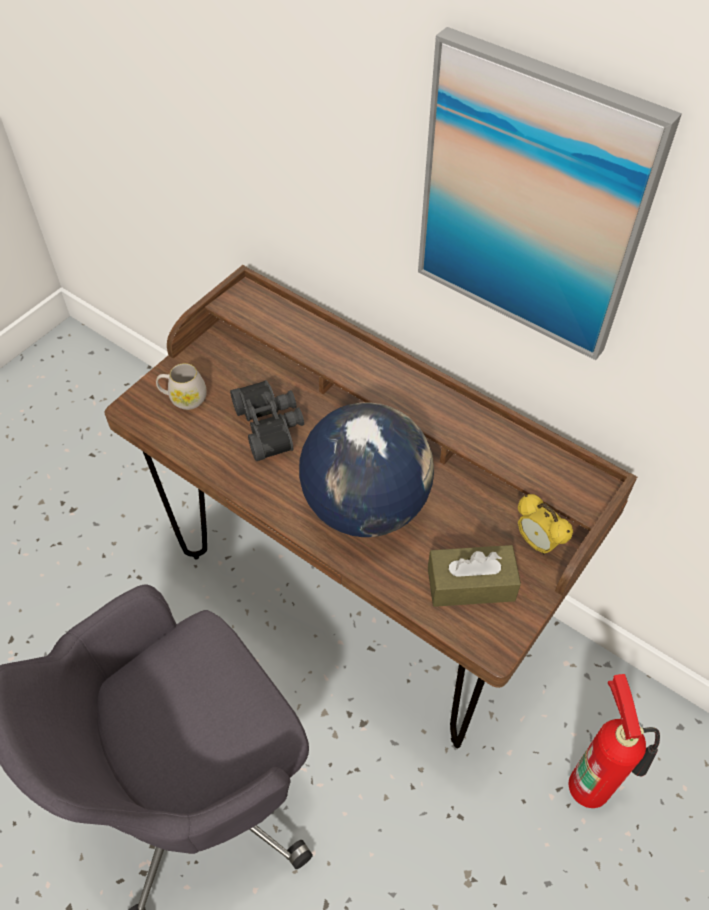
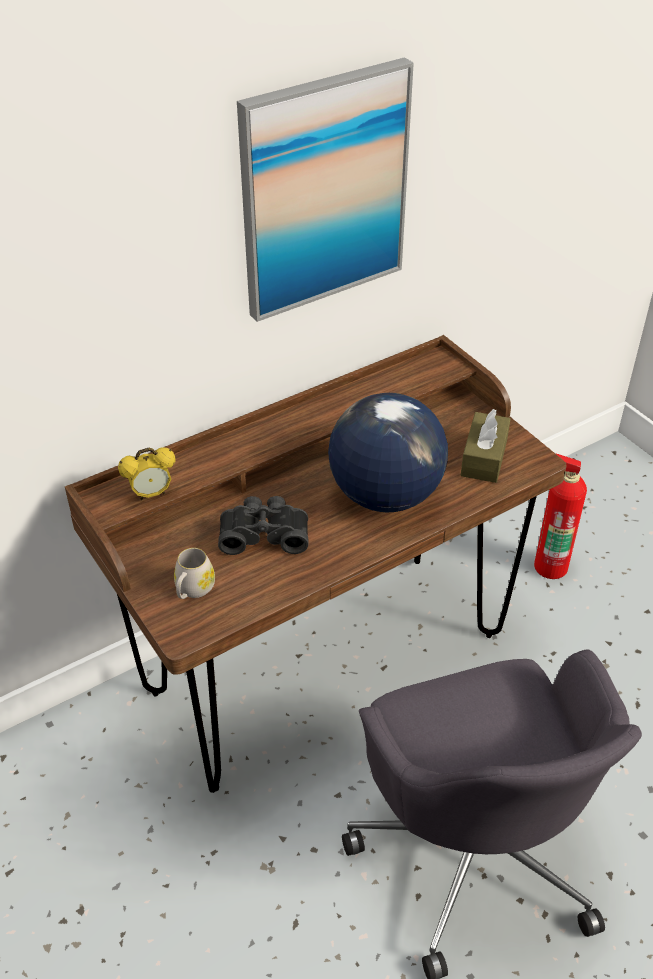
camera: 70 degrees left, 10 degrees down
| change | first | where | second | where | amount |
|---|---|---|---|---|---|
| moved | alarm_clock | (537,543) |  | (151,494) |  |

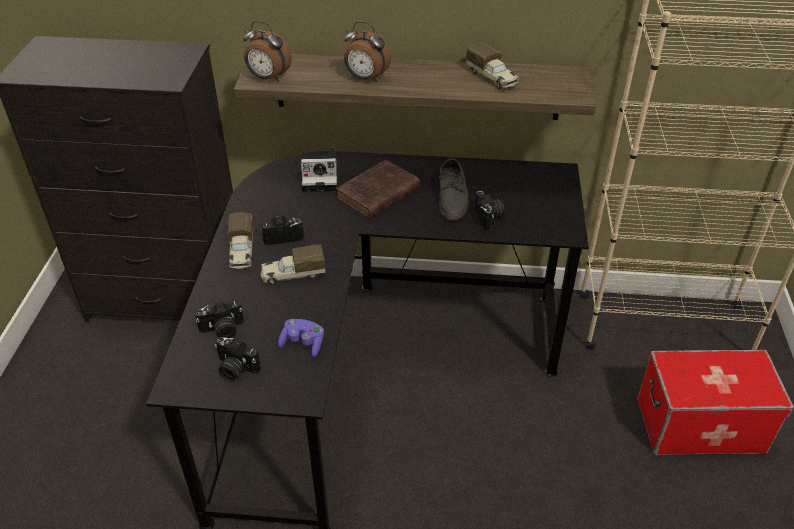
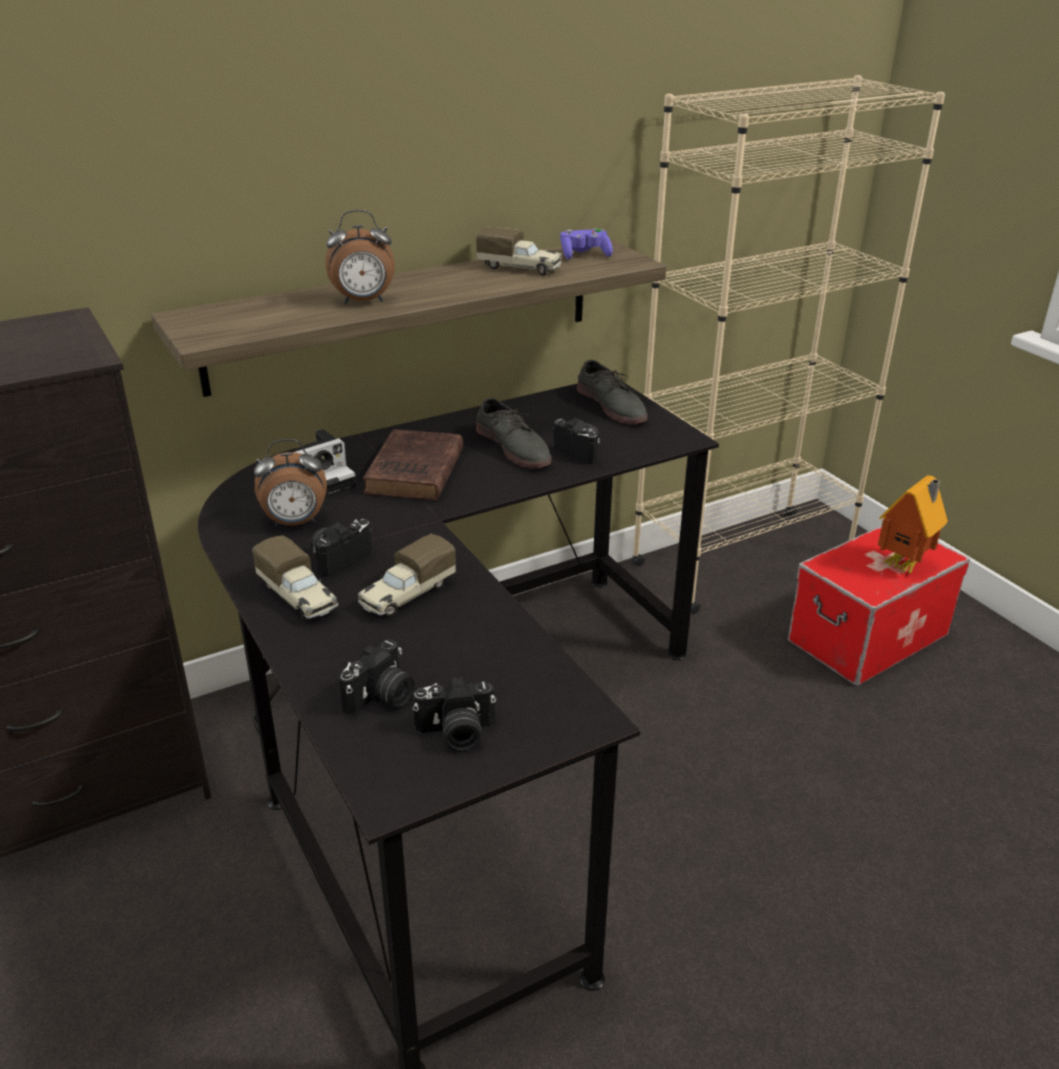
camera: 35 degrees left, 10 degrees down
| change | first | where | second | where | amount |
|---|---|---|---|---|---|
| moved | alarm_clock | (268,78) |  | (295,523) |  |
| moved | purple_game_controller | (303,343) |  | (584,255) |  |
| added |  |  | grey_shoe | (612,405) |  |
| added |  |  | toy_house | (905,565) |  |

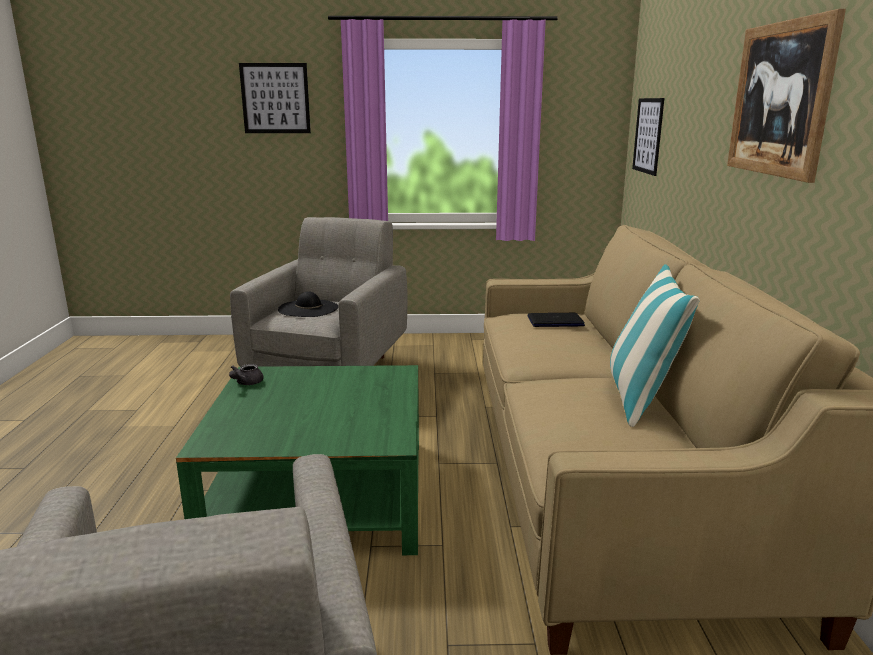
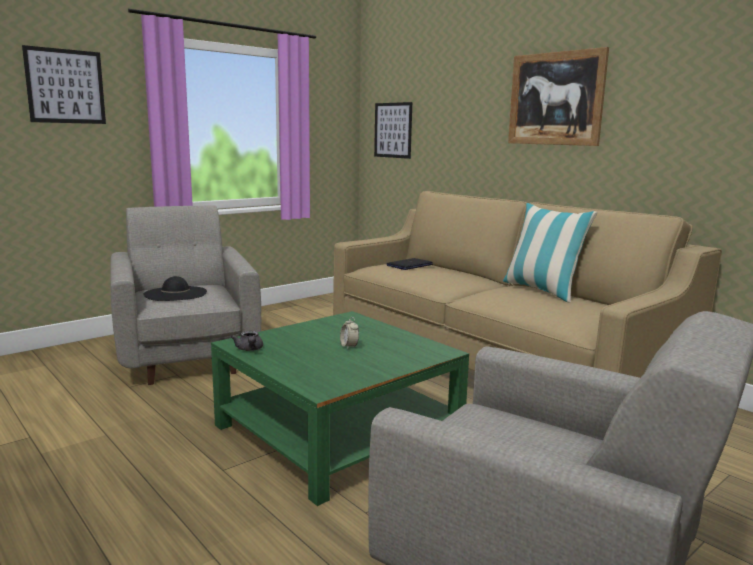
camera: 40 degrees left, 5 degrees down
| change | first | where | second | where | amount |
|---|---|---|---|---|---|
| added |  |  | alarm_clock | (349,346) |  |

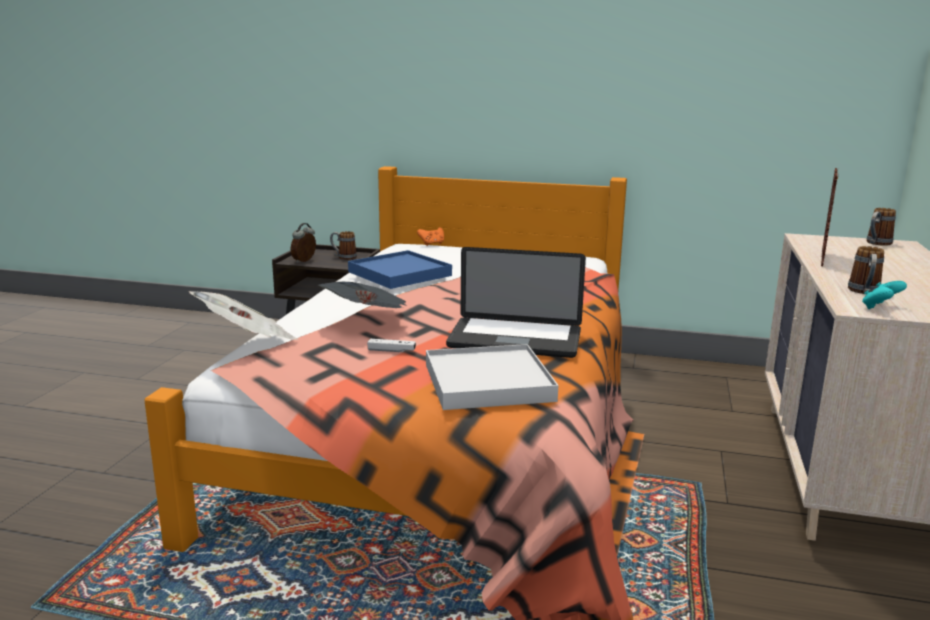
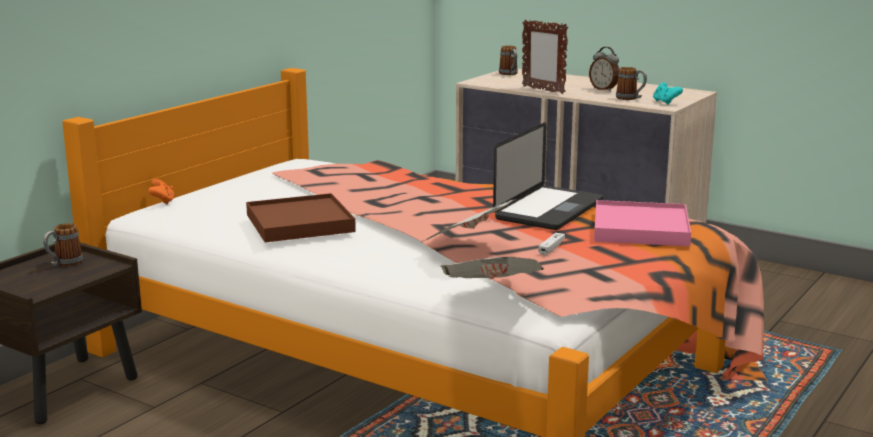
camera: 70 degrees left, 0 degrees up
| change | first | where | second | where | amount |
|---|---|---|---|---|---|
| recoloured | blue_tray | (399,274) | brown_tray | (299,223) |  |
| moved | alarm_clock | (305,261) |  | (604,89) |  |
| recoloured | white_tray | (488,382) | pink_tray | (641,229) |  |

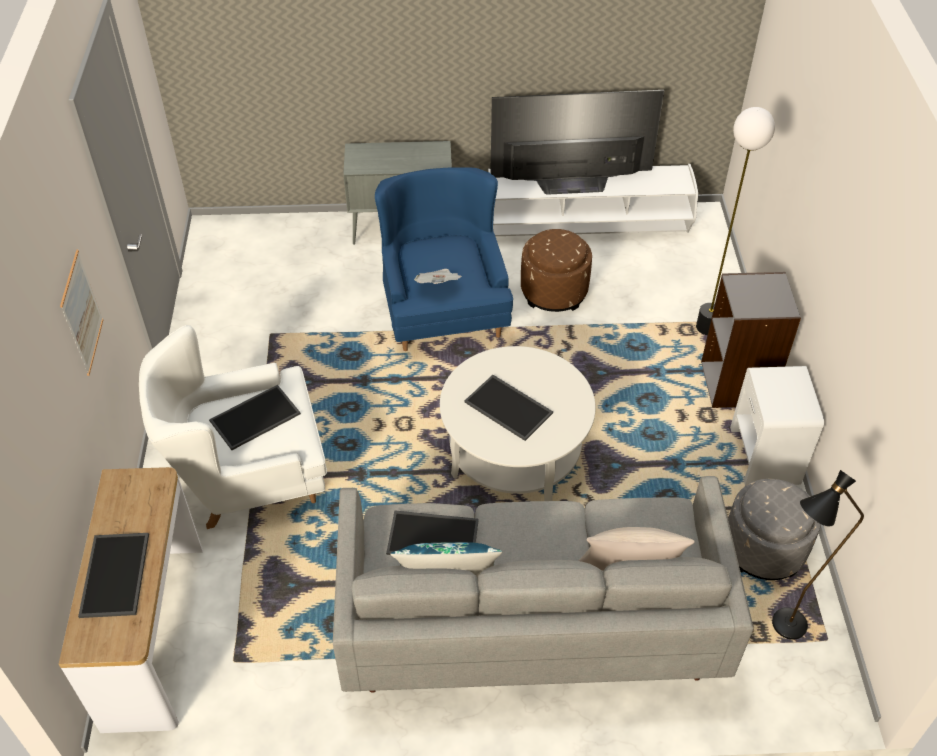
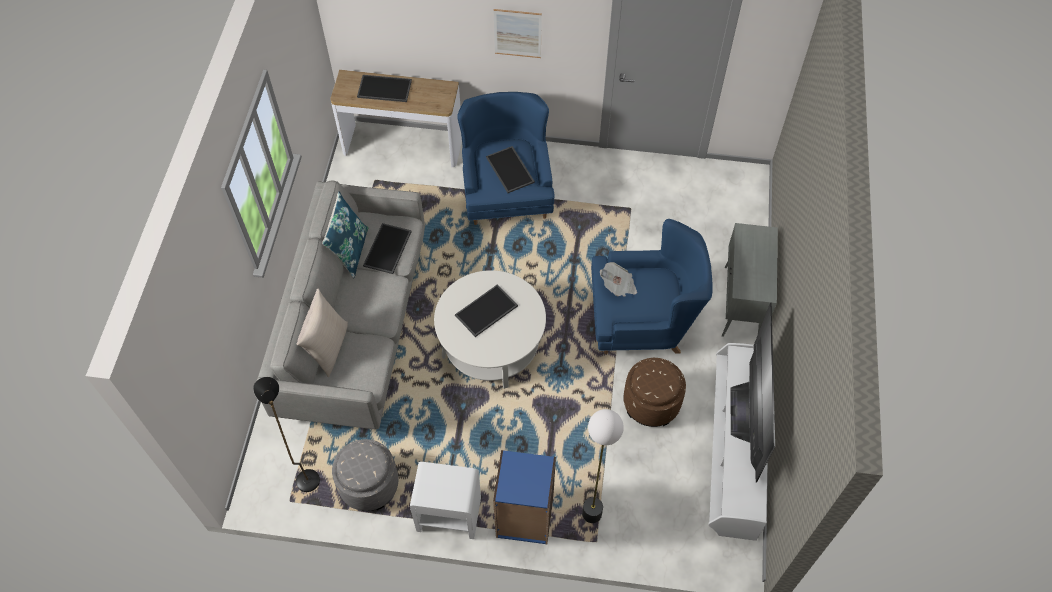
camera: 100 degrees right, 10 degrees up
| change | first | where | second | where | amount |
|---|---|---|---|---|---|
| recoloured | white_armchair | (248,472) | blue_armchair | (506,191) |  |
| recoloured | grey_bookcase | (737,384) | blue_bookcase | (524,517) |  |

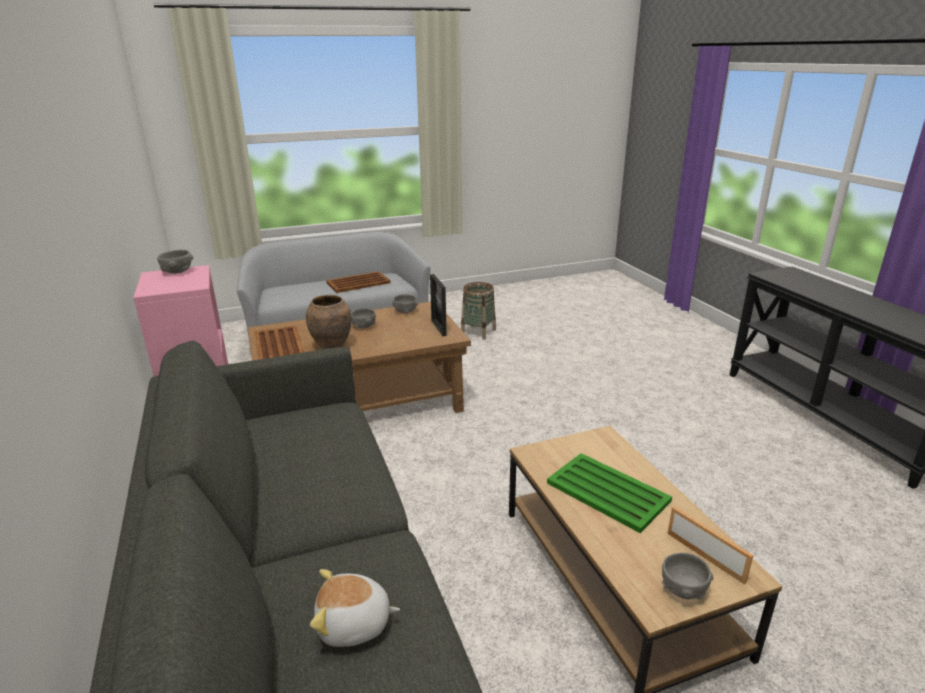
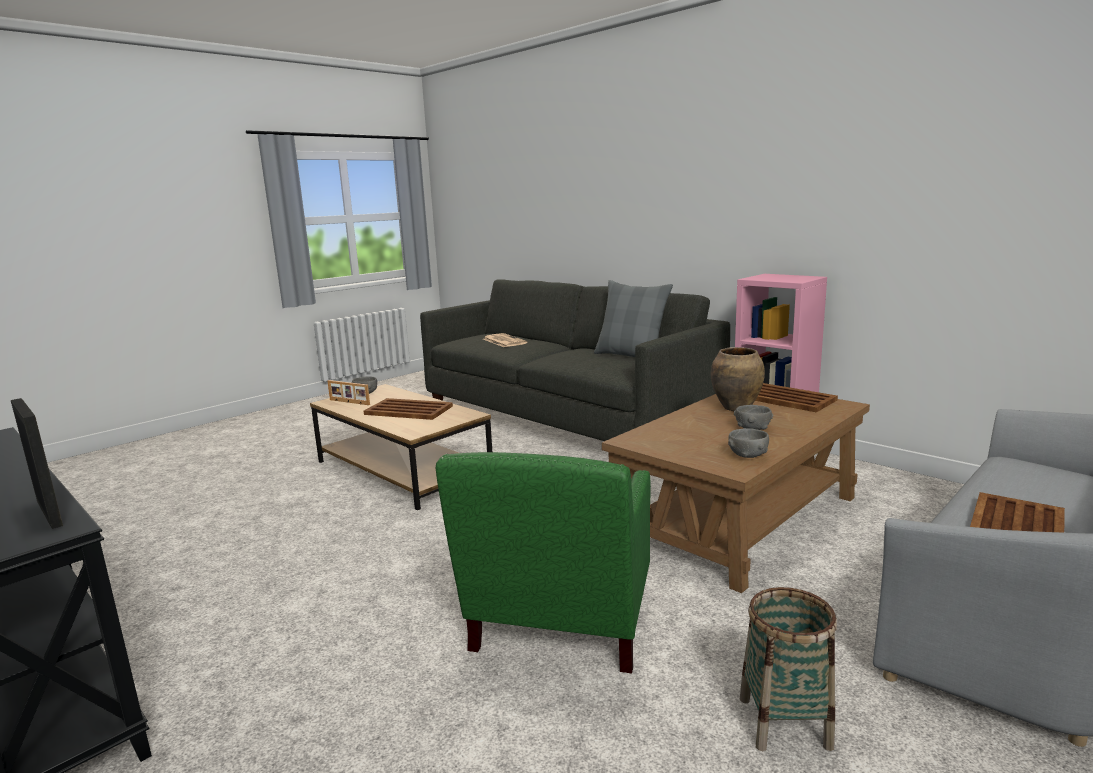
camera: 155 degrees right, 10 degrees down
| change | first | where | second | where | amount |
|---|---|---|---|---|---|
| moved | picture_frame | (438,328) |  | (49,513) |  |
| recoloured | green_tray | (606,491) | brown_tray | (409,410) |  |
| added |  |  | green_armchair | (557,628) |  |
| replaced | plush_toy | (354,625) | newspaper | (503,341) |  |
| added |  |  | grey_pillow | (631,356) |  |
| removed | grey_bowl | (177,272) |  |  |  |

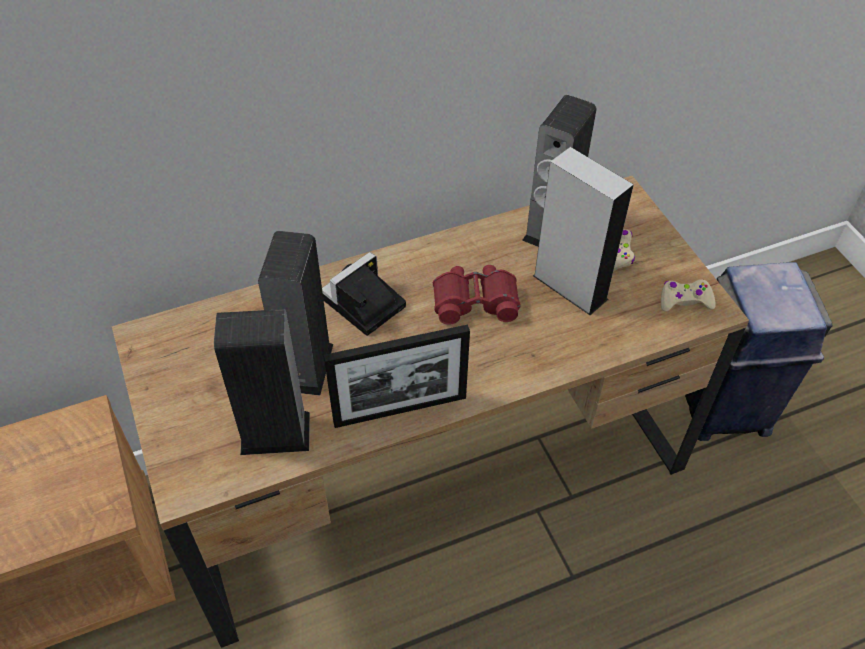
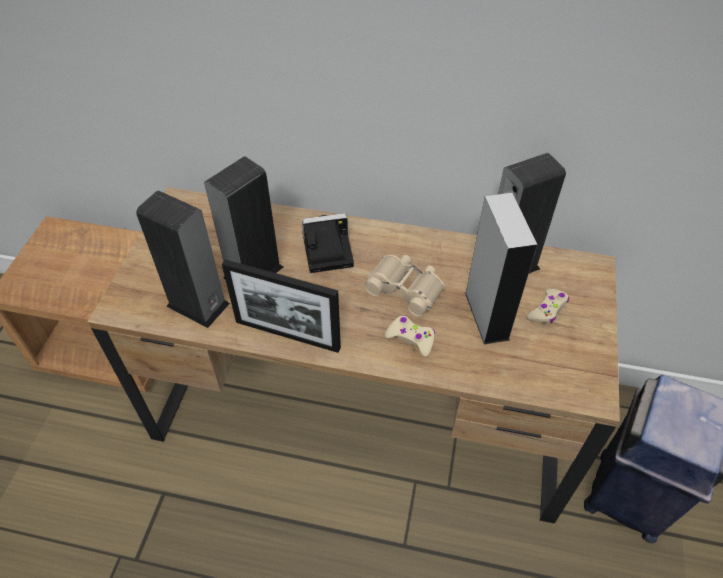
camera: 35 degrees right, 0 degrees up
| change | first | where | second | where | amount |
|---|---|---|---|---|---|
| recoloured | red_binoculars | (475,301) | beige_binoculars | (405,288) |  |
| moved | beige_game_controller | (684,300) |  | (411,338) |  |

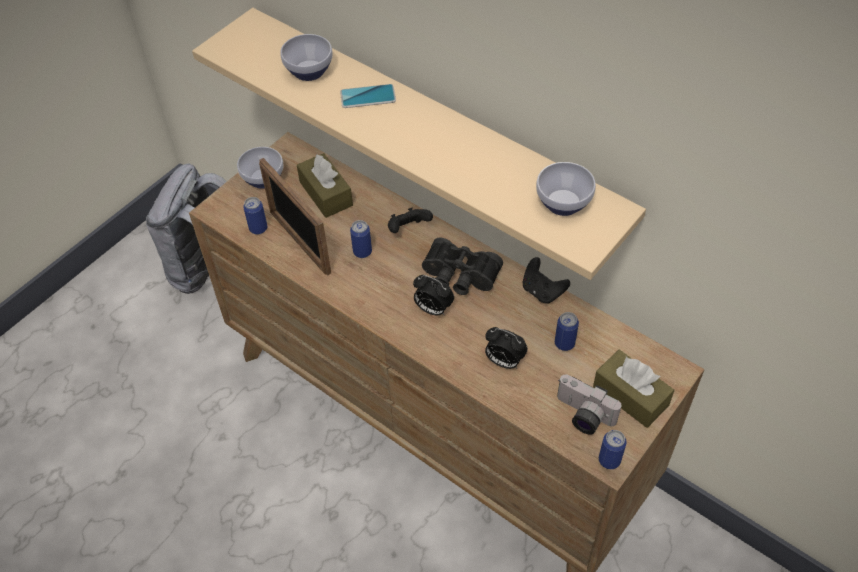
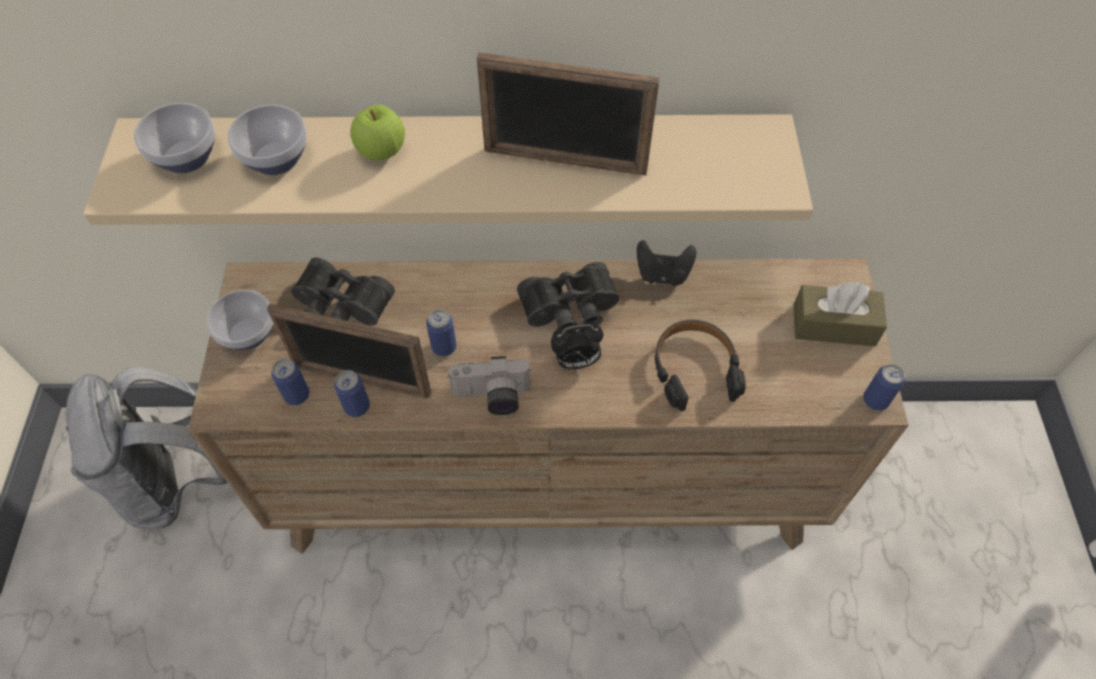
camera: 40 degrees left, 5 degrees up
| change | first | where | second | where | amount |
|---|---|---|---|---|---|
| moved | bowl | (565,203) |  | (188,156) |  |
| replaced | brown_tissue_box | (326,193) | black_binoculars | (341,307) |  |
| moved | can | (564,343) |  | (357,407) |  |
| replaced | phone | (368,97) | apple | (382,152) |  |
| moved | photo_camera | (582,416) |  | (492,398) |  |
| added |  |  | picture_frame | (565,161) |  |
| replaced | alarm_clock | (503,361) | black_headphones | (694,369) |  |
| removed | black_game_controller | (408,229) |  |  |  |

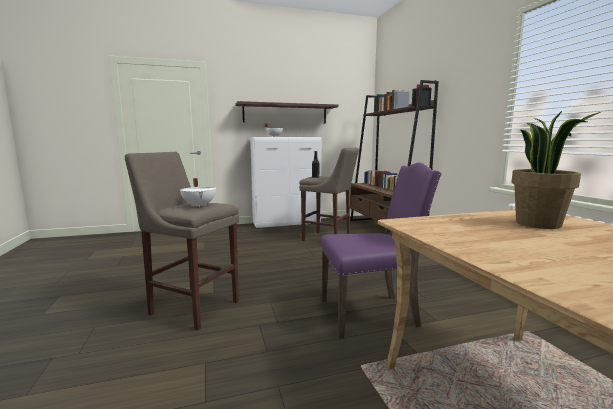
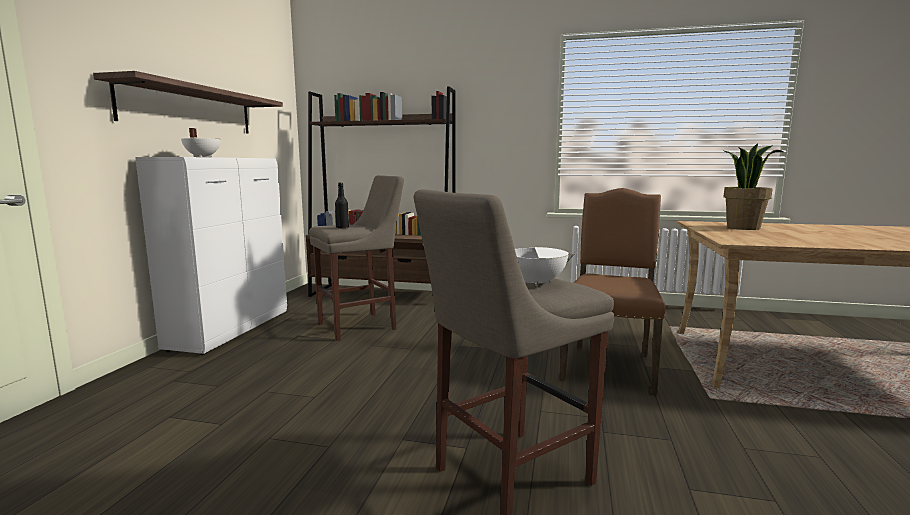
camera: 60 degrees left, 0 degrees up
| change | first | where | second | where | amount |
|---|---|---|---|---|---|
| recoloured | purple_chair | (370,313) | brown_chair | (609,366) |  |

